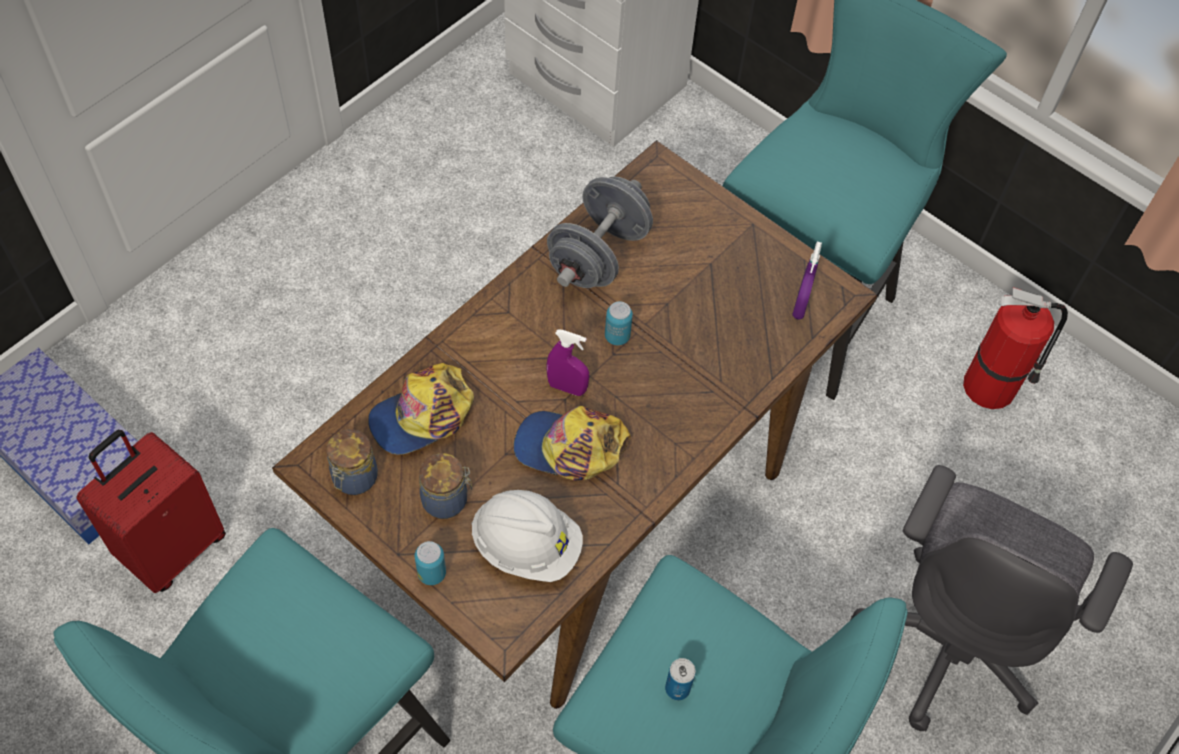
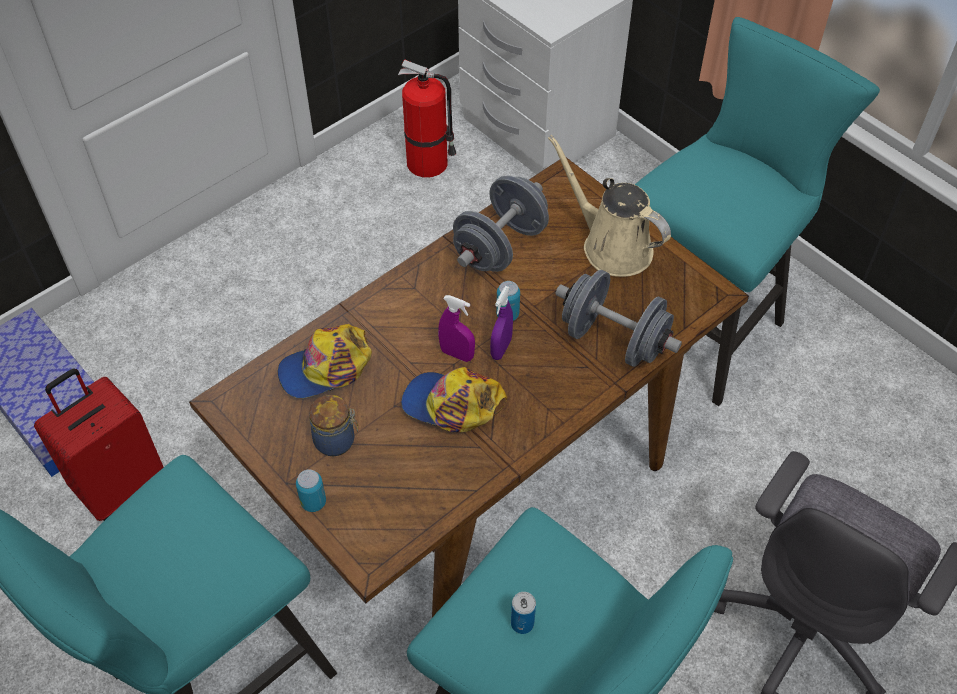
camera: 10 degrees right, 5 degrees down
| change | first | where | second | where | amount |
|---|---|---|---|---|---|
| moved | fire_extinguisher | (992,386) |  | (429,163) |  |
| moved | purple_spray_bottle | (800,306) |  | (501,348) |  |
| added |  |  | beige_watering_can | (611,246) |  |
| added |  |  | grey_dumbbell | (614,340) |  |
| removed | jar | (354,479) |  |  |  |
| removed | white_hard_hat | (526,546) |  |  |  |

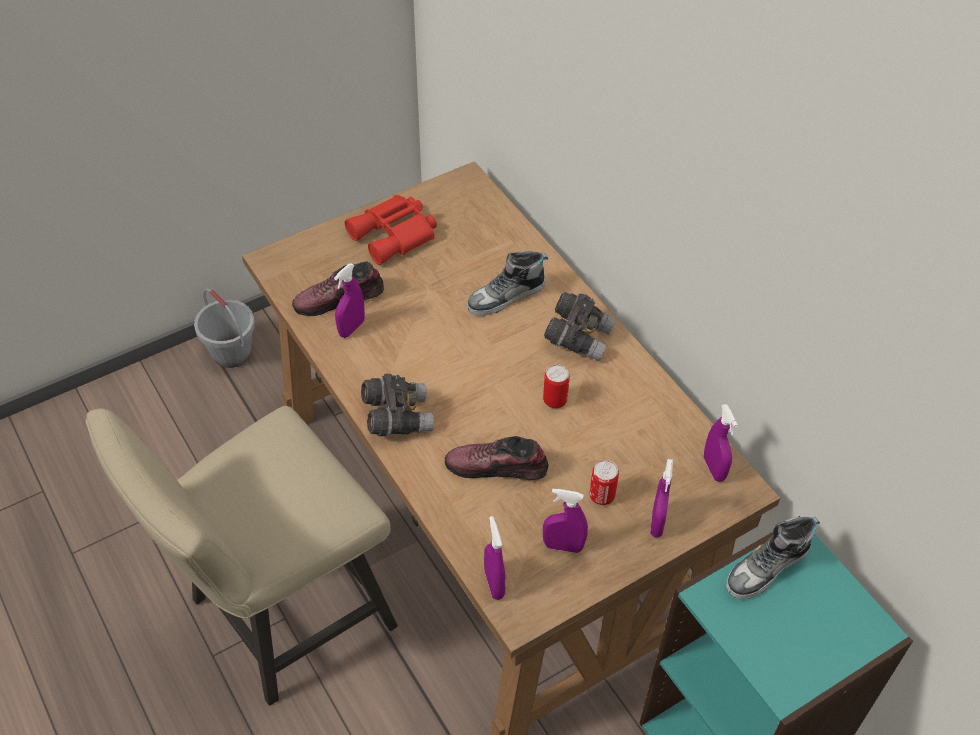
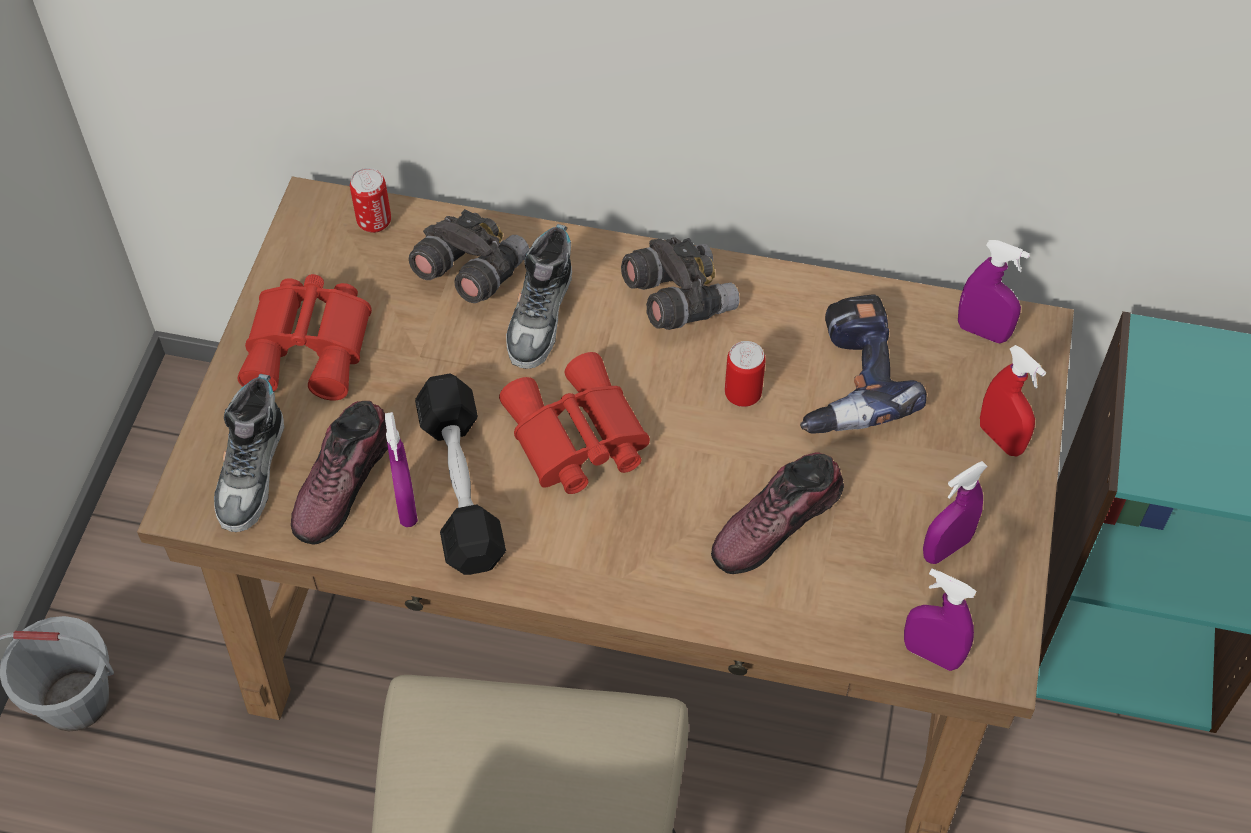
camera: 45 degrees left, 5 degrees up
| change | first | where | second | where | amount |
|---|---|---|---|---|---|
| moved | shoe | (767,568) |  | (253,472) |  |
| moved | can | (602,496) |  | (374,222) |  |
| moved | grey_binoculars | (397,417) |  | (470,272) |  |
| added |  |  | black_dumbbell | (461,487) |  |
| added |  |  | red_binoculars | (574,439) |  |
| added |  |  | power_drill | (847,381) |  |
| recoloured | purple_spray_bottle | (657,523) | red_spray_bottle | (1000,439) |  |

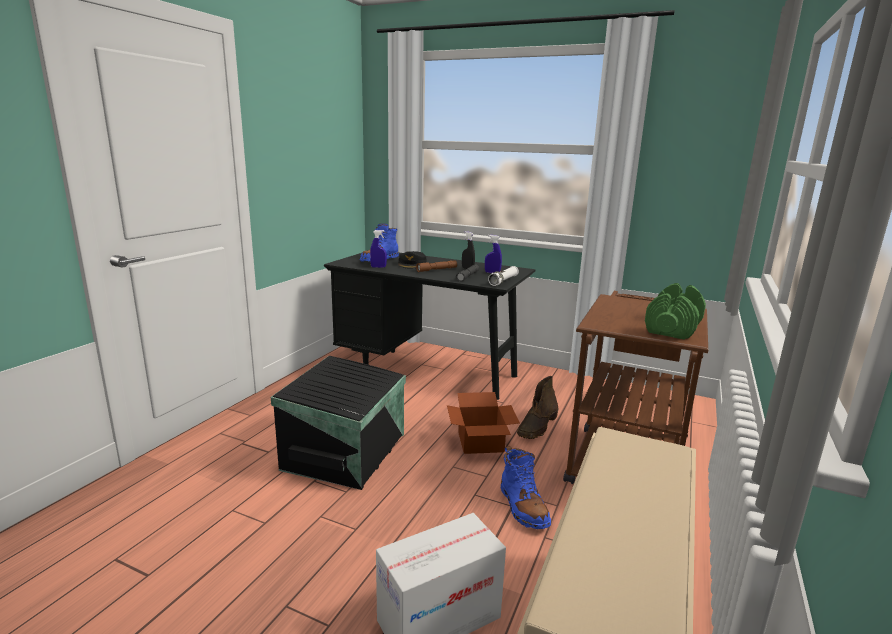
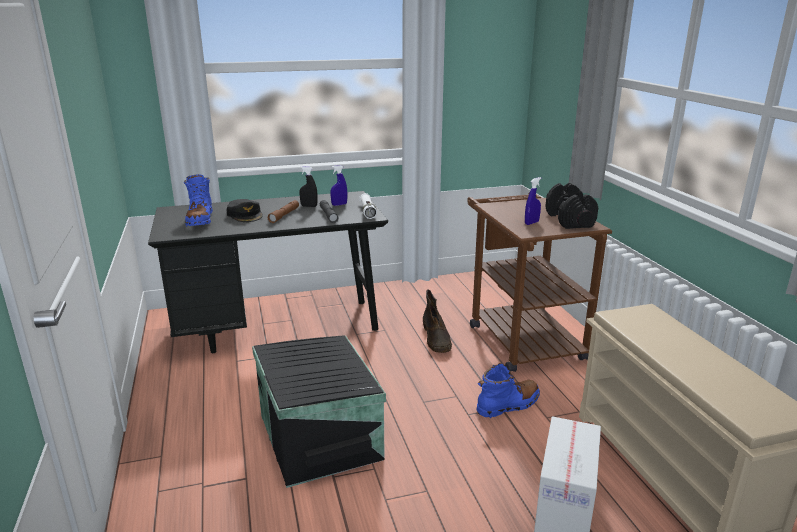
camera: 40 degrees left, 5 degrees up
| change | first | where | second | where | amount |
|---|---|---|---|---|---|
| turned | blue_boot | (523,506) |  | (508,405) | 60 degrees counterclockwise |
| moved | blue_spray_bottle | (378,267) |  | (531,223) |  |
| recoloured | green_dumbbell | (673,328) | black_dumbbell | (570,220) |  |
| removed | cardboard_box | (480,443) |  |  |  |

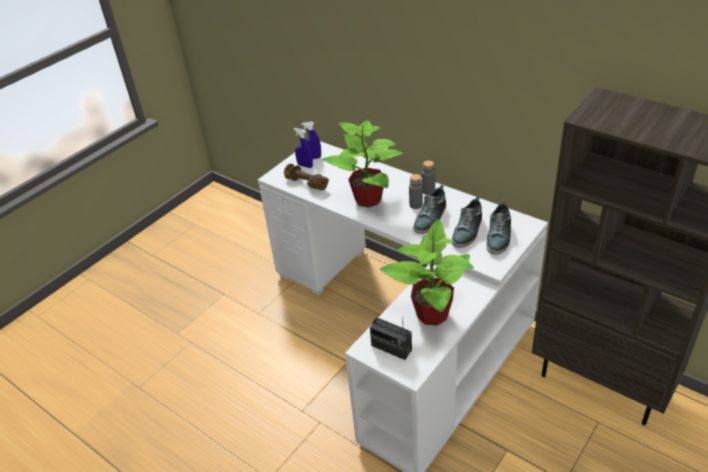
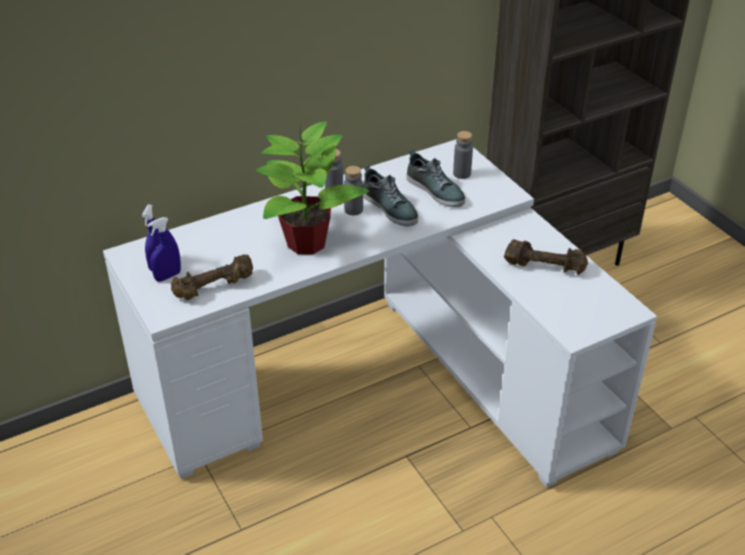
camera: 70 degrees left, 0 degrees up
| change | first | where | second | where | amount |
|---|---|---|---|---|---|
| replaced | shoe | (499,236) | grey_bottle | (462,174) |  |
| replaced | potted_plant | (432,313) | brown_dumbbell | (544,266) |  |
| removed | radio | (391,348) |  |  |  |

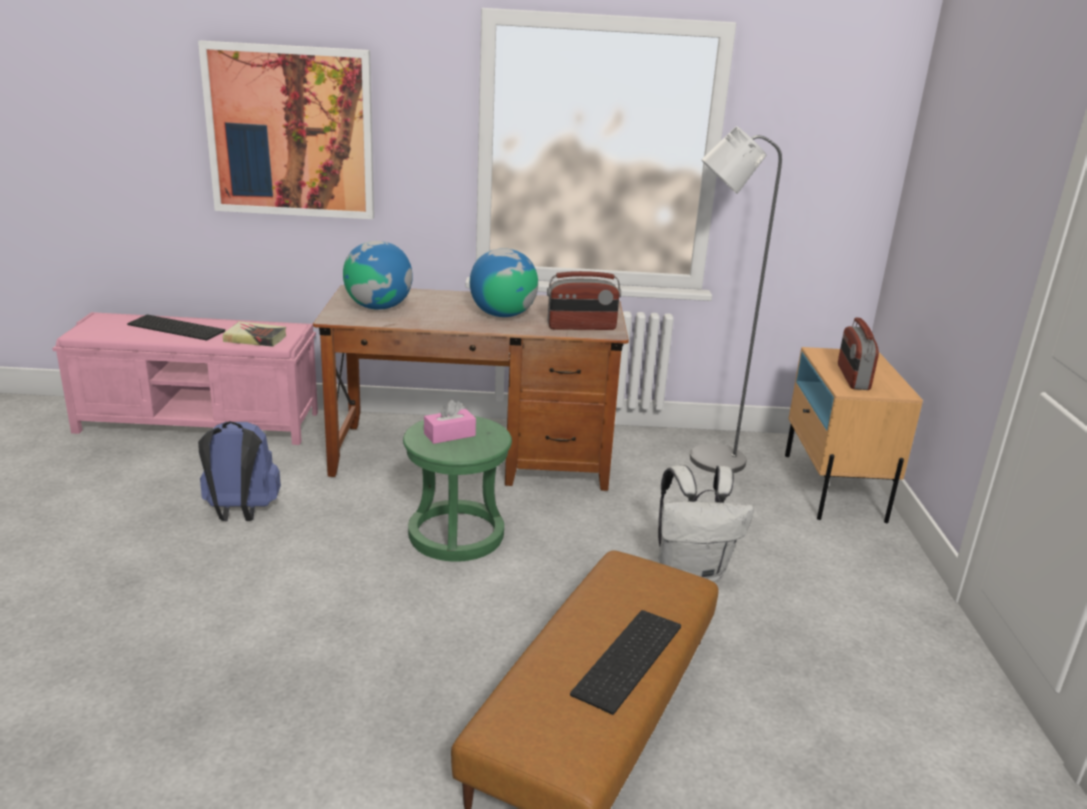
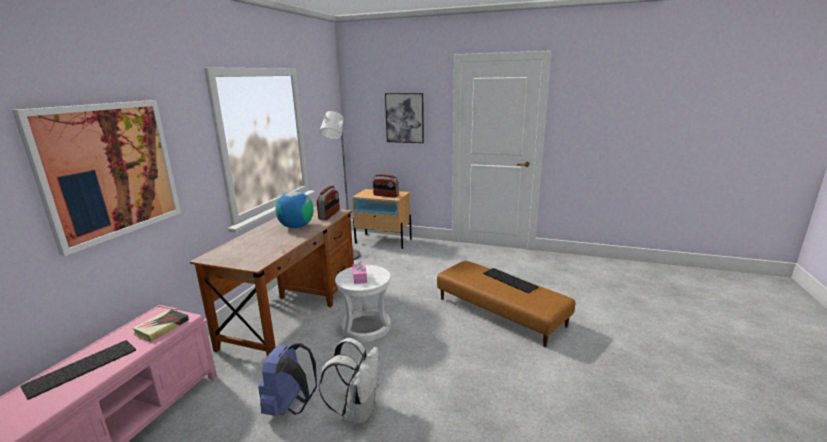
camera: 70 degrees left, 5 degrees down
| change | first | where | second | where | amount |
|---|---|---|---|---|---|
| moved | white_backpack | (692,572) |  | (358,411) |  |
| recoloured | green_stool | (456,535) | white_stool | (366,327) |  |
| added |  |  | picture | (404,118) |  |
| removed | globe | (378,307) |  |  |  |

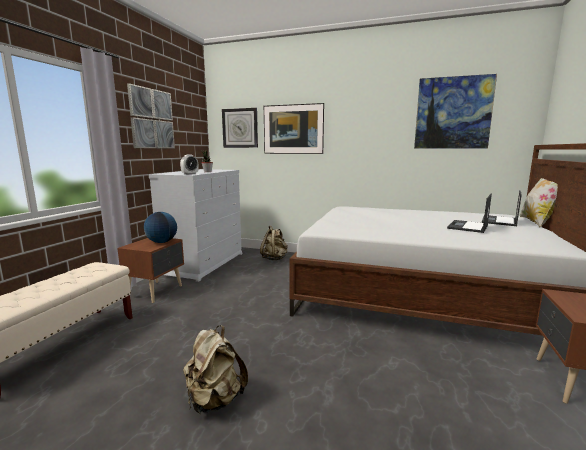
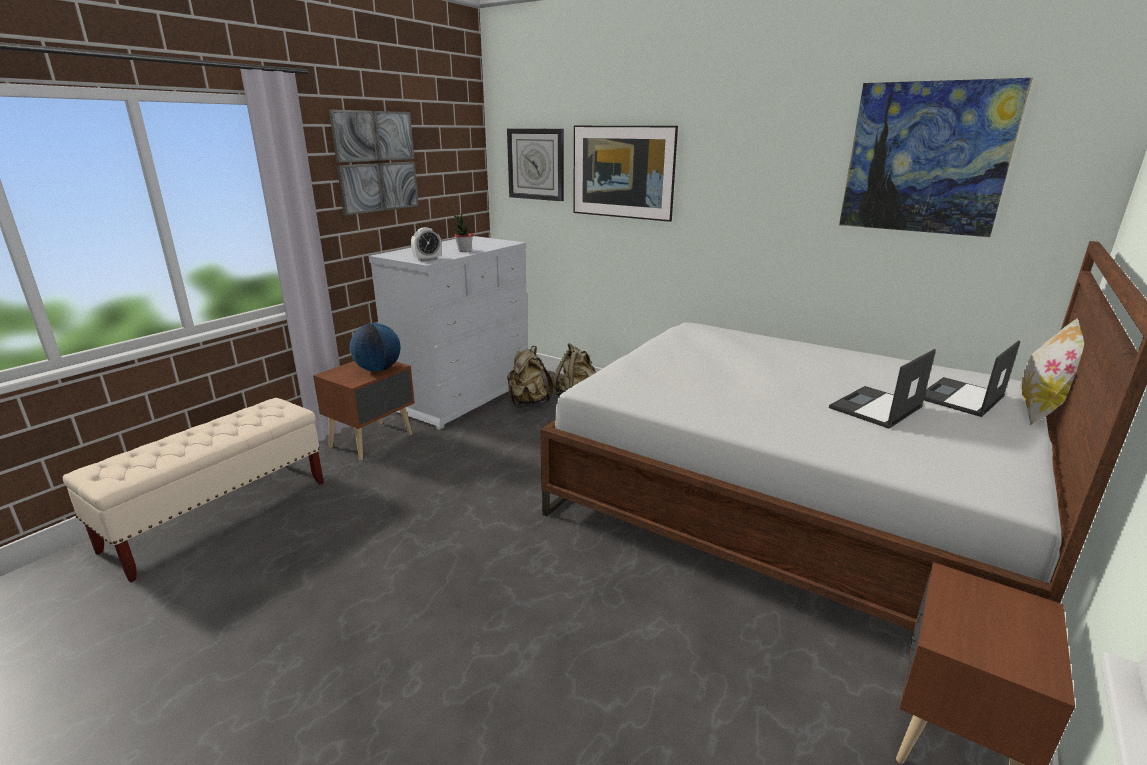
camera: 15 degrees right, 10 degrees up
| change | first | where | second | where | amount |
|---|---|---|---|---|---|
| moved | beige_backpack | (214,400) |  | (528,402) |  |

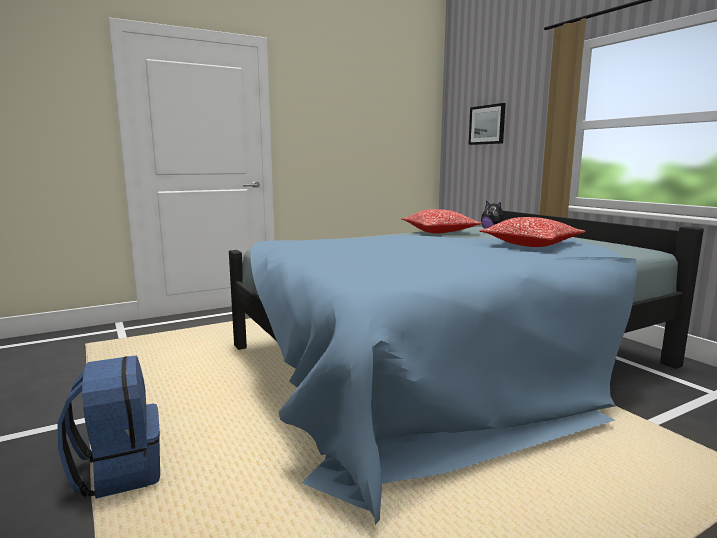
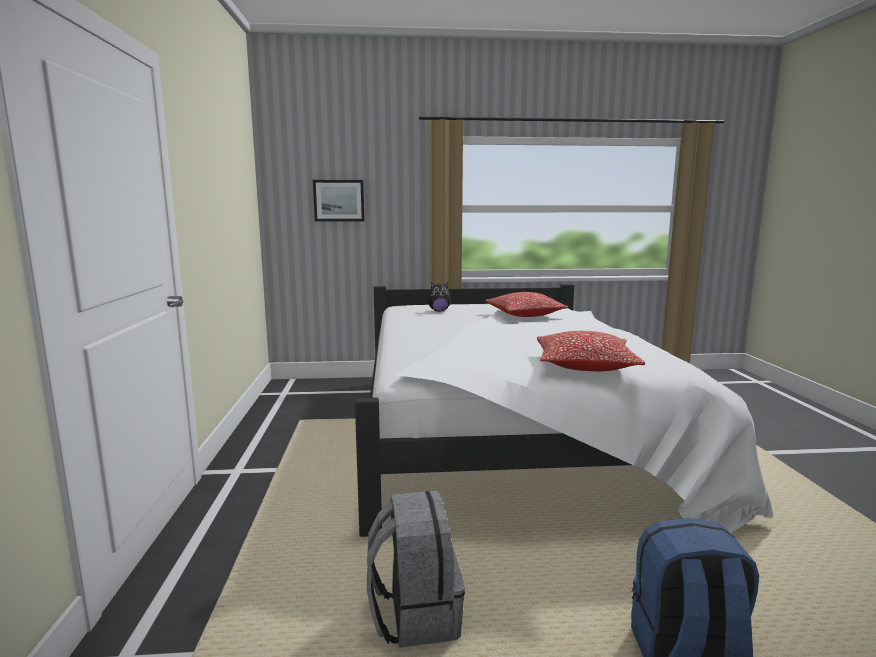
camera: 65 degrees left, 0 degrees up
| change | first | where | second | where | amount |
|---|---|---|---|---|---|
| recoloured | blue_bed | (446,362) | white_bed | (510,436) |  |
| added |  |  | grey_backpack | (415,614) |  |
| moved | pillow | (439,232) |  | (585,366) |  |

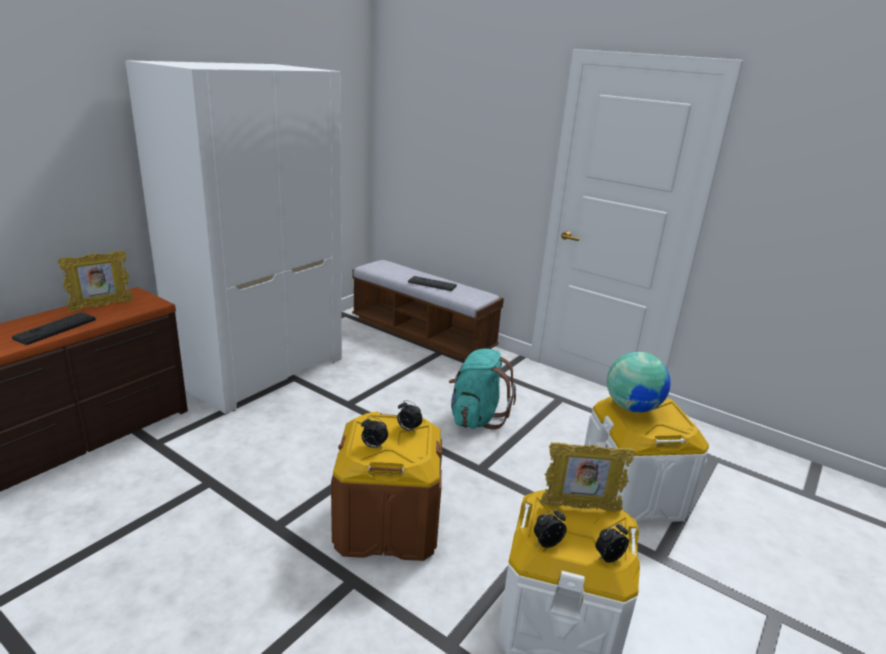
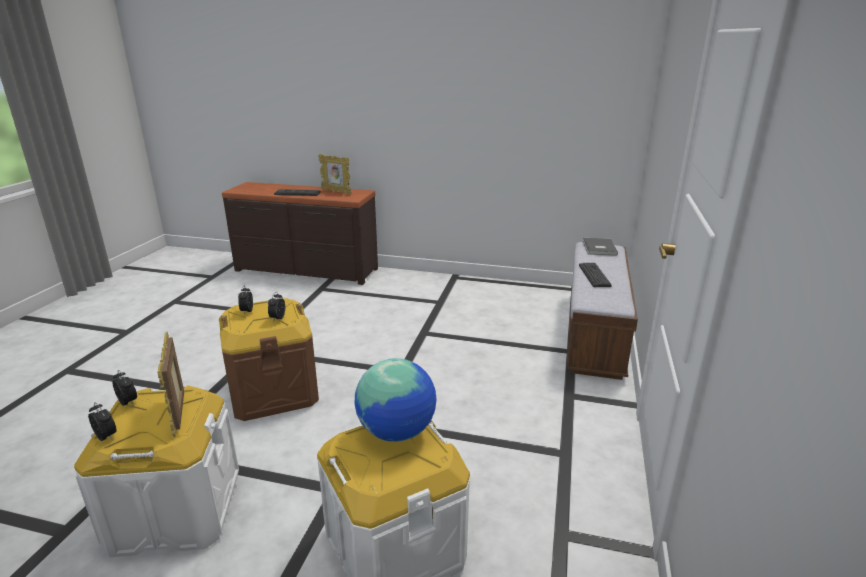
camera: 70 degrees right, 0 degrees up
| change | first | where | second | where | amount |
|---|---|---|---|---|---|
| added |  |  | grey_book | (598,248) |  |
| removed | white_wardrobe | (260,369) |  |  |  |
| removed | turquoise_backpack | (476,418) |  |  |  |

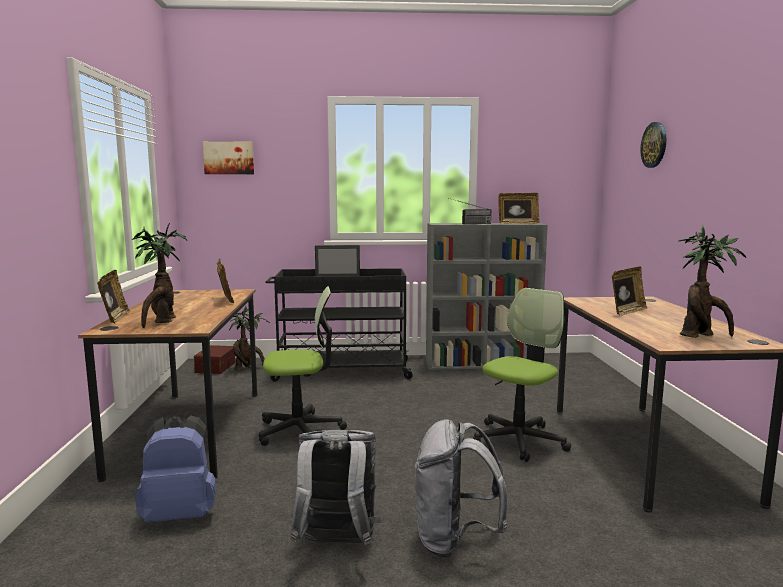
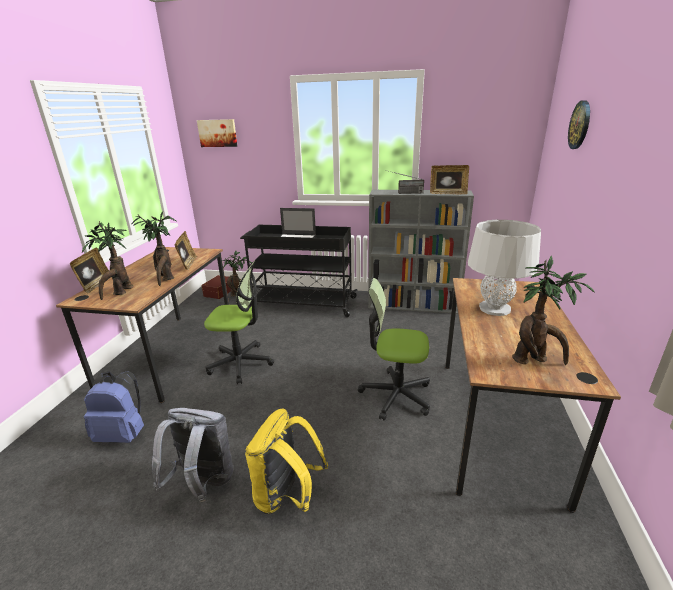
camera: 15 degrees right, 15 degrees up
| change | first | where | second | where | amount |
|---|---|---|---|---|---|
| added |  |  | potted_plant | (166,279) |  |
| recoloured | grey_backpack | (454,540) | yellow_backpack | (286,496) |  |
| turned | office_chair | (519,440) |  | (396,395) | 135 degrees counterclockwise |
| replaced | picture_frame | (627,312) | grey_table_lamp | (494,308) |  |

